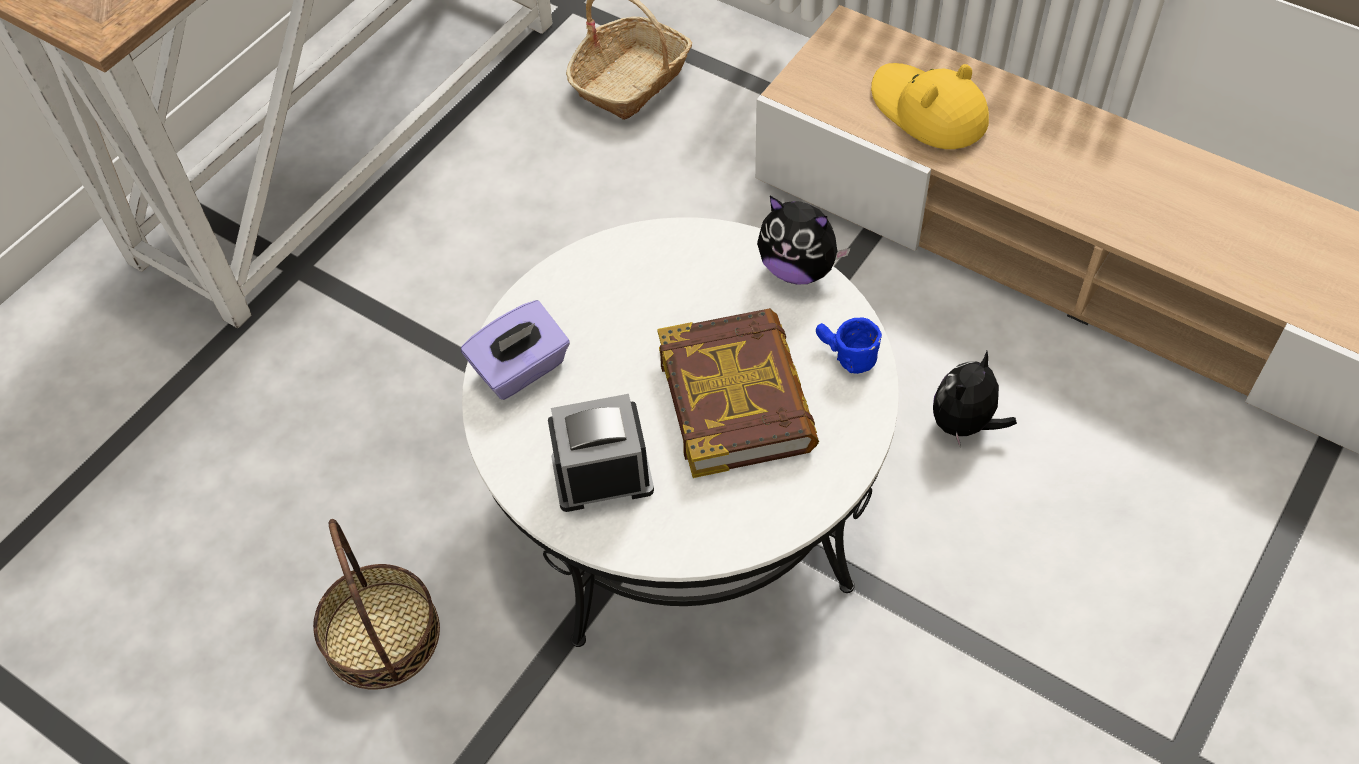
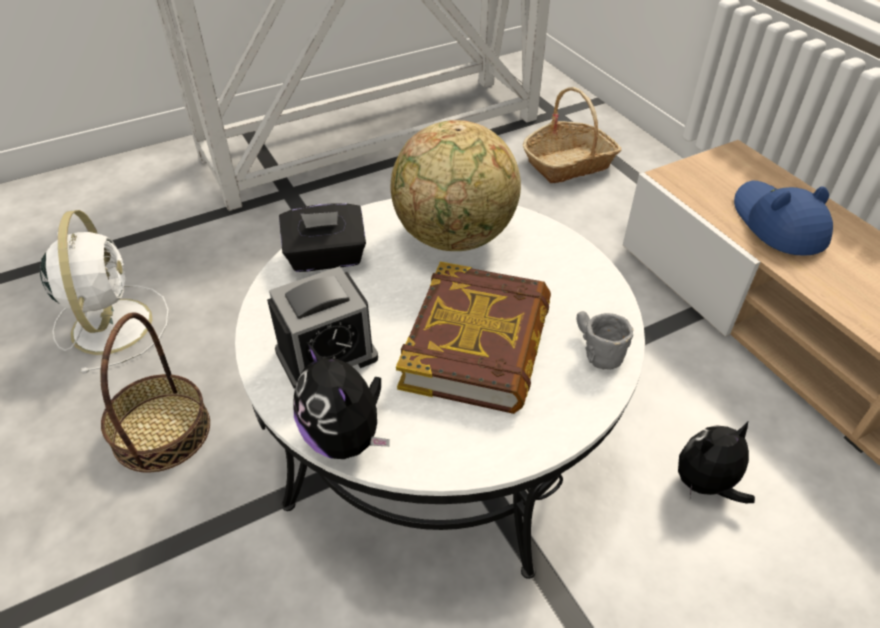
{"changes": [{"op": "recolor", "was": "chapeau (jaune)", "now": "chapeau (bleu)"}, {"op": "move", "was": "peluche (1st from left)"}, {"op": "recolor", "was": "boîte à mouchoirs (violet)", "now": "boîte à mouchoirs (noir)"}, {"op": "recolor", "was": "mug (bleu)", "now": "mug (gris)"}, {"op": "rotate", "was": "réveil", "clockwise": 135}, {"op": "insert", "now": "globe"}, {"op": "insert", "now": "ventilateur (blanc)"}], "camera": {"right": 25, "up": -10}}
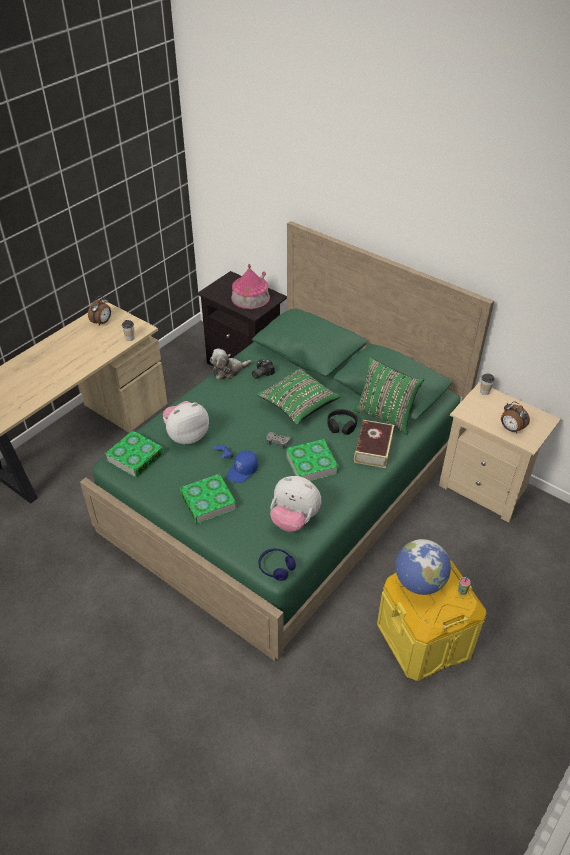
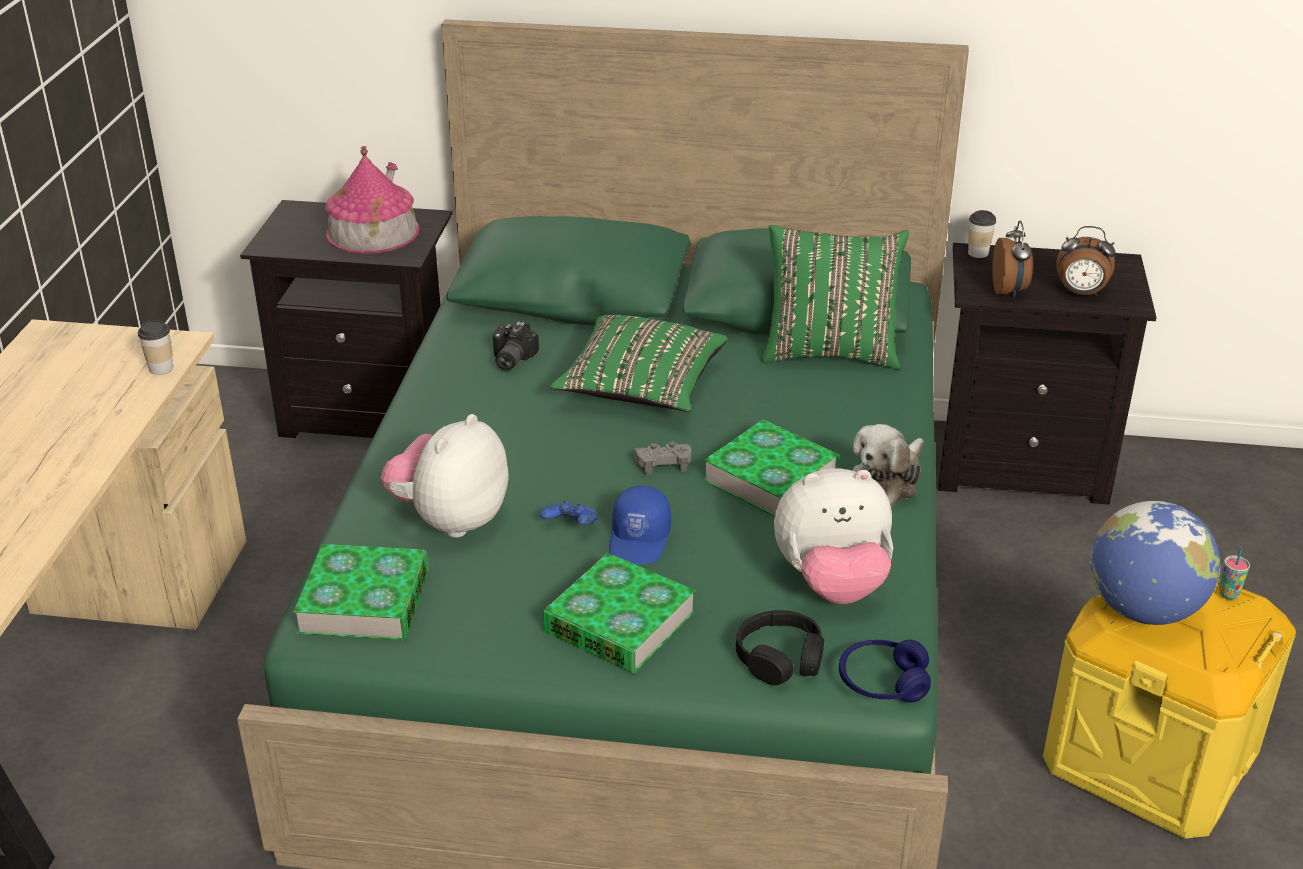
{"changes": [{"op": "move", "was": "réveil (1st from left)"}, {"op": "move", "was": "peluche (2nd from left in the first image)", "now": "peluche (3rd from left)"}, {"op": "recolor", "was": "table de chevet (beige)", "now": "table de chevet (noir) (2nd from left)"}, {"op": "move", "was": "casque audio (noir)"}, {"op": "delete", "was": "livre (4th from left)"}], "camera": {"right": -30, "up": -10}}
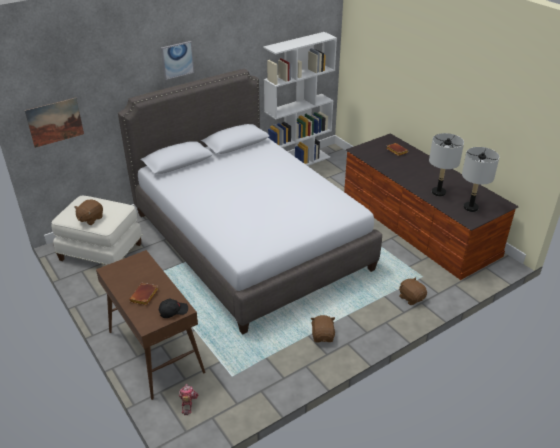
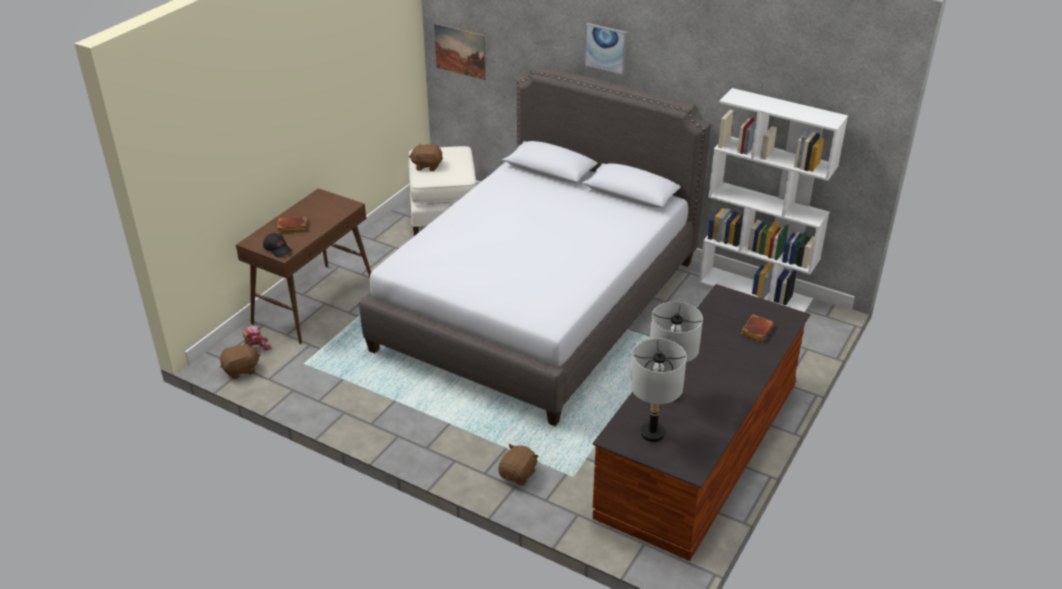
{"changes": [{"op": "move", "was": "peluche (marron) (2nd from left in the first image)", "now": "peluche (marron) (1st from left)"}], "camera": {"right": 65, "up": 0}}
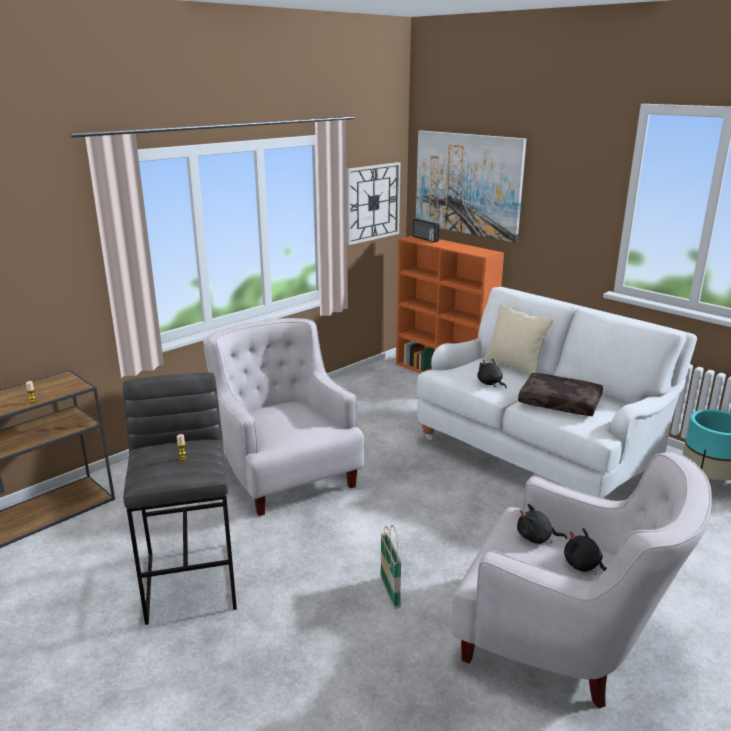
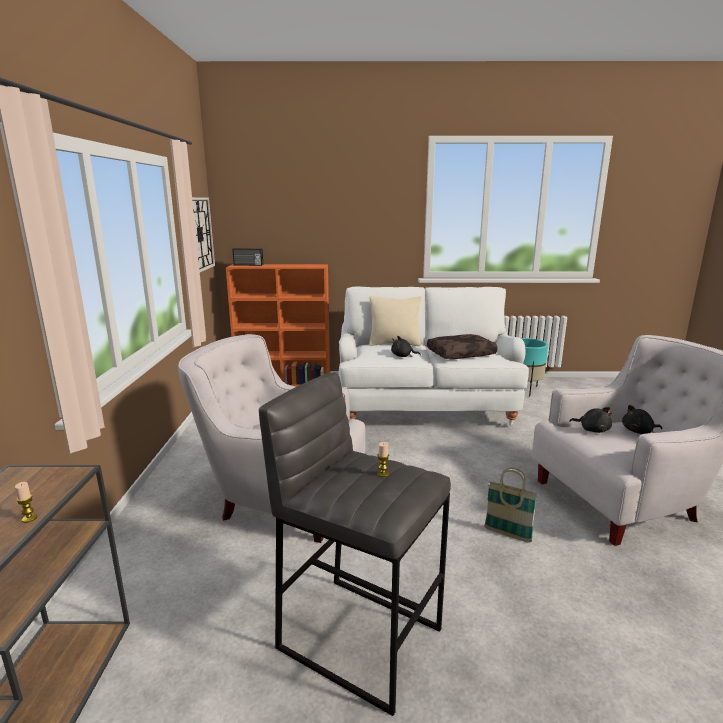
{"changes": [{"op": "delete", "was": "tableau"}, {"op": "rotate", "was": "peluche (noir) (2nd from left)", "clockwise": -105}], "camera": {"right": -45, "up": -5}}
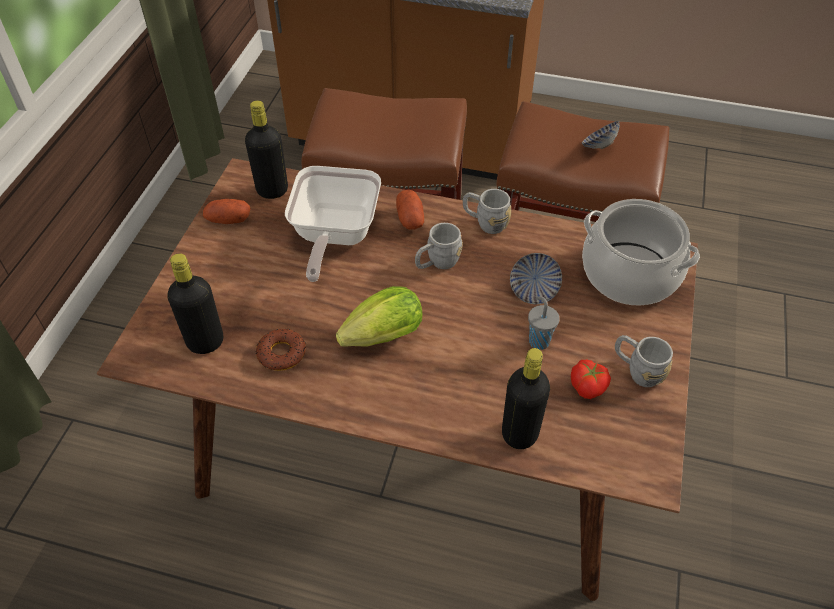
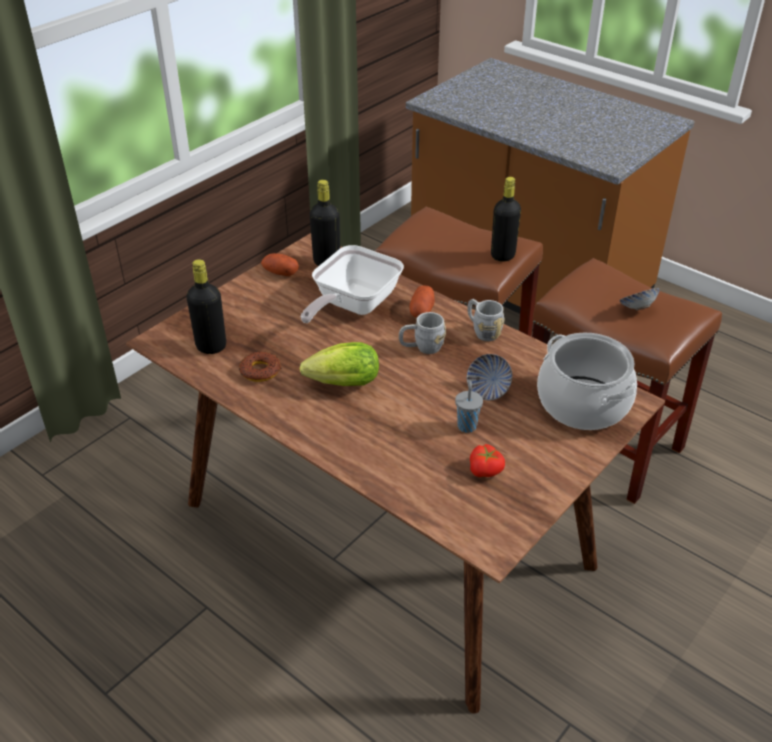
{"changes": [{"op": "delete", "was": "mug (gris) (3rd from left)"}, {"op": "move", "was": "bouteille (noir) (3rd from left)"}], "camera": {"right": 25, "up": -10}}
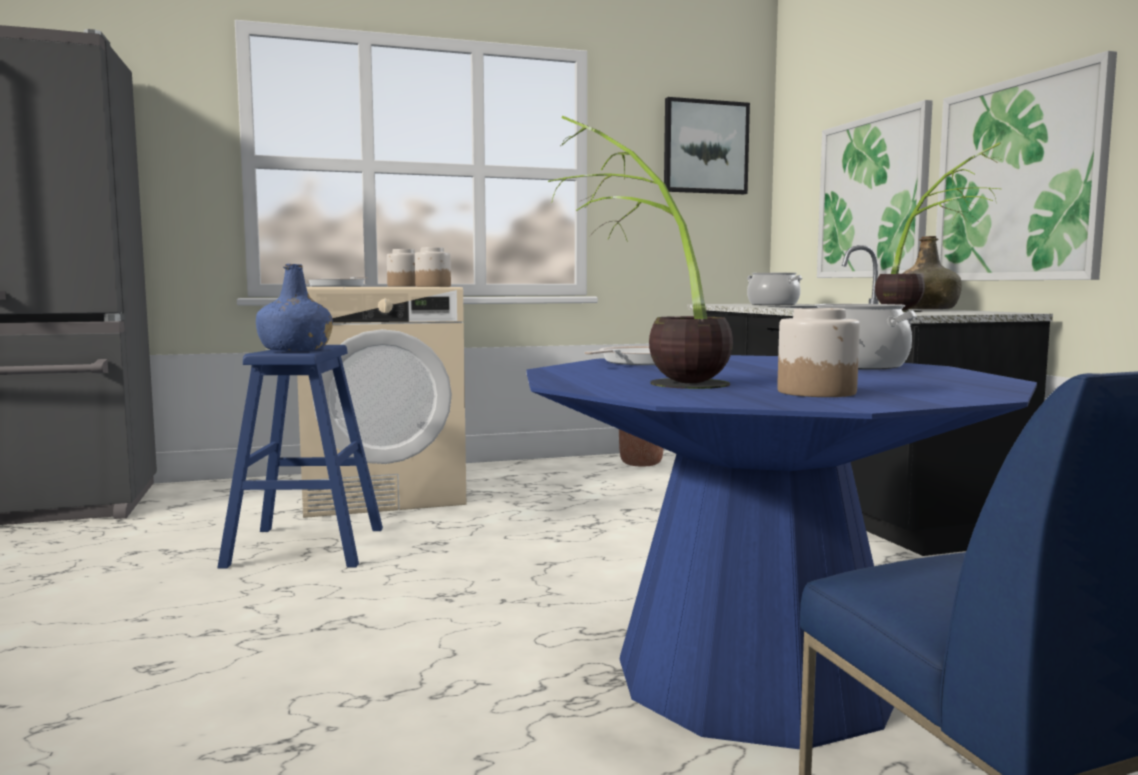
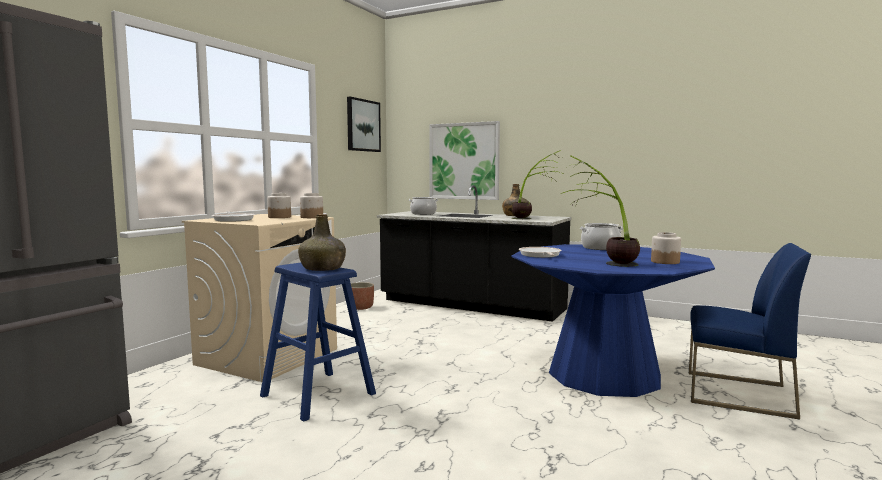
{"changes": [{"op": "delete", "was": "tableau (3rd from left)"}, {"op": "recolor", "was": "bouteille (bleu)", "now": "bouteille (vert) (1st from left)"}], "camera": {"right": -45, "up": 0}}
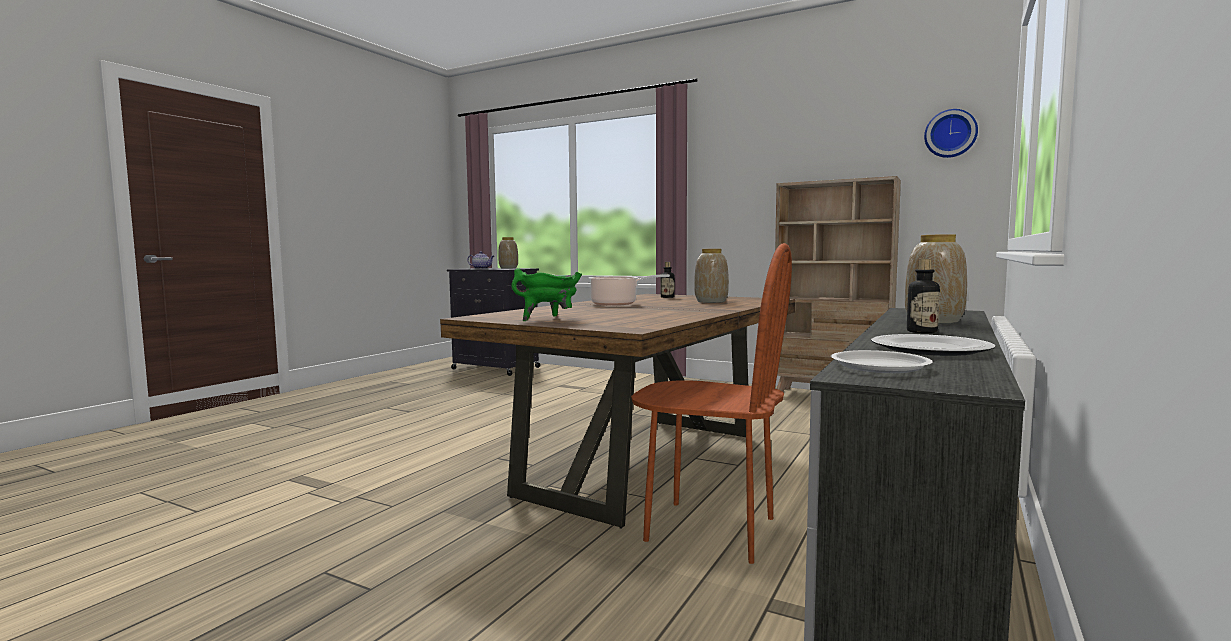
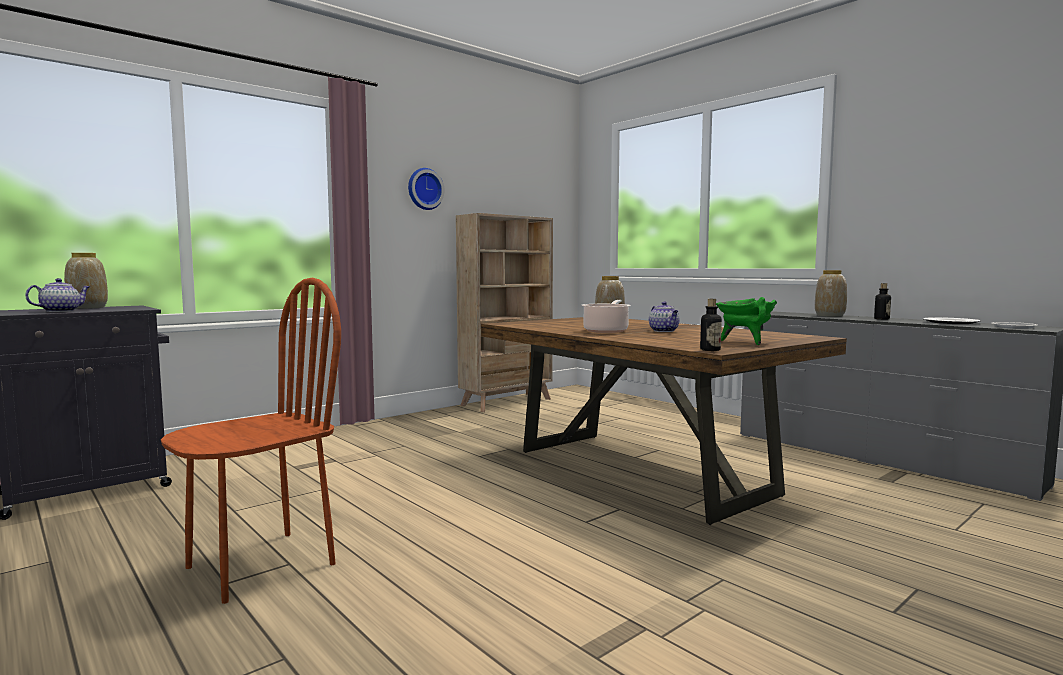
{"changes": [{"op": "move", "was": "horloge murale"}, {"op": "move", "was": "chaise (marron)"}, {"op": "move", "was": "bouteille (1st from left)"}, {"op": "insert", "now": "théière (2nd from left)"}], "camera": {"right": -70, "up": 0}}
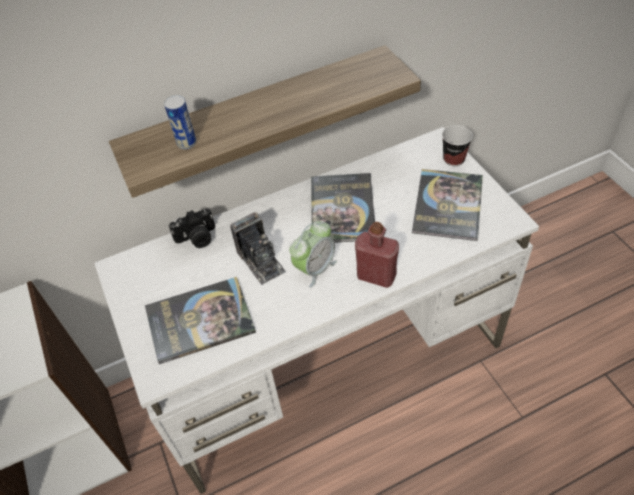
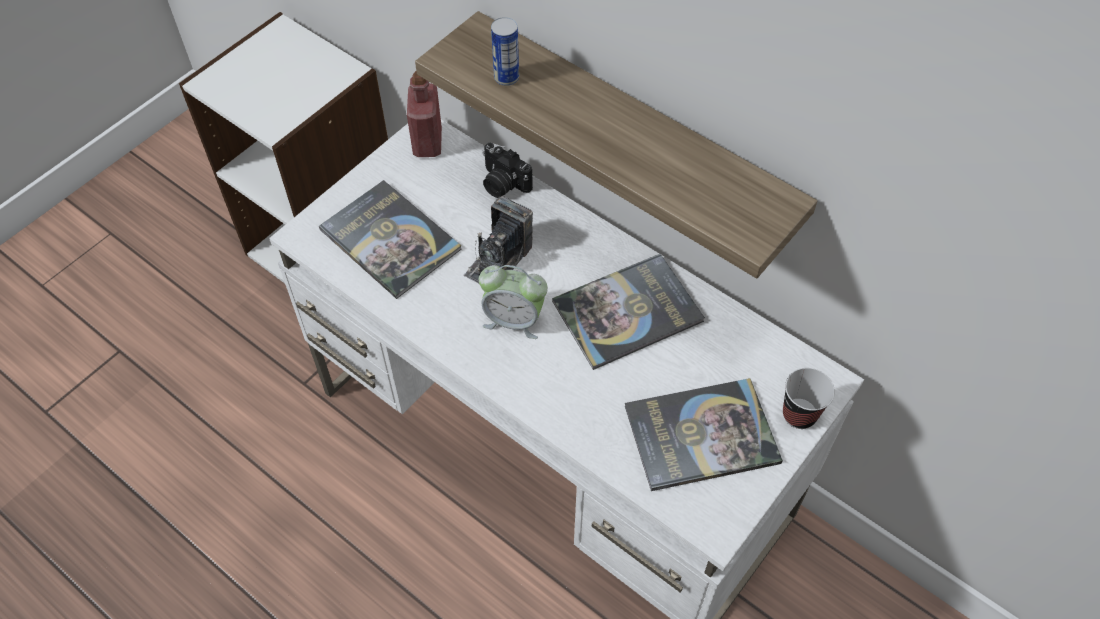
{"changes": [{"op": "move", "was": "bouteille (rouge)"}], "camera": {"right": 60, "up": 5}}
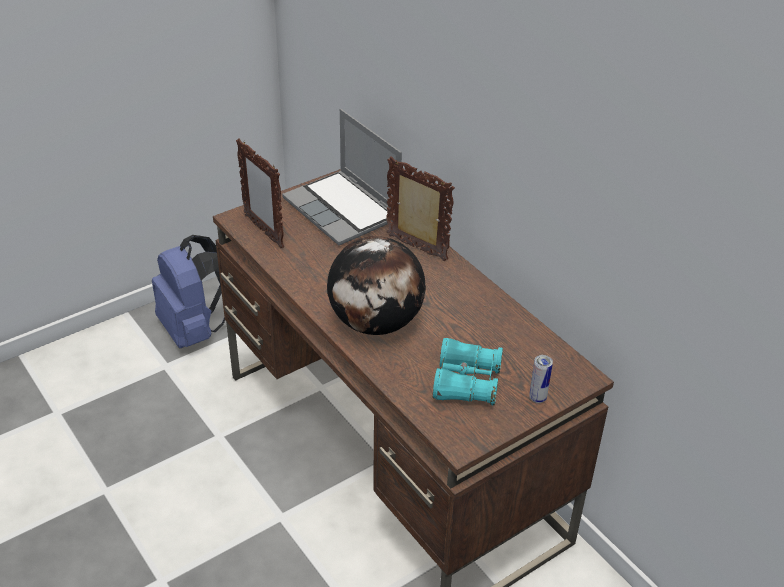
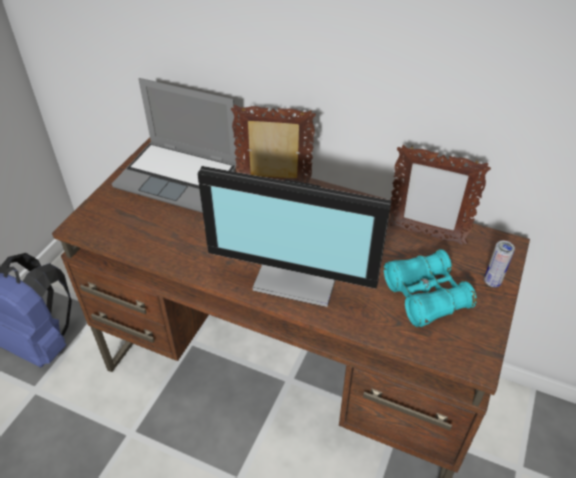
{"changes": [{"op": "move", "was": "cadre photo (1st from left in the first image)", "now": "cadre photo (2nd from left)"}, {"op": "replace", "was": "globe", "now": "écran d'ordinateur"}], "camera": {"right": -30, "up": 5}}
